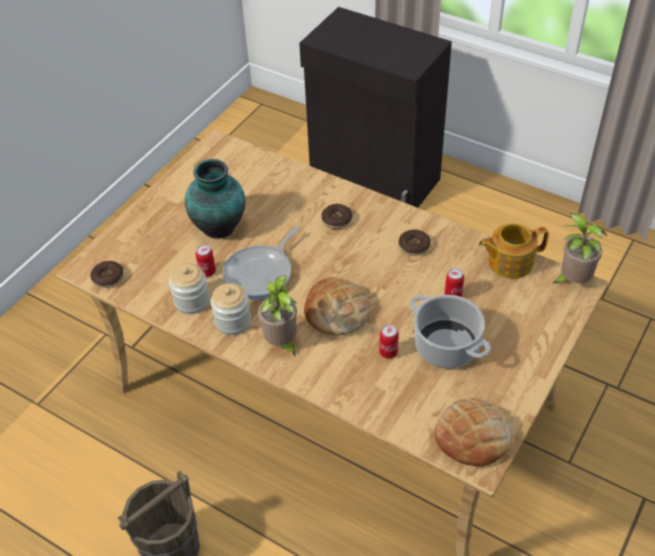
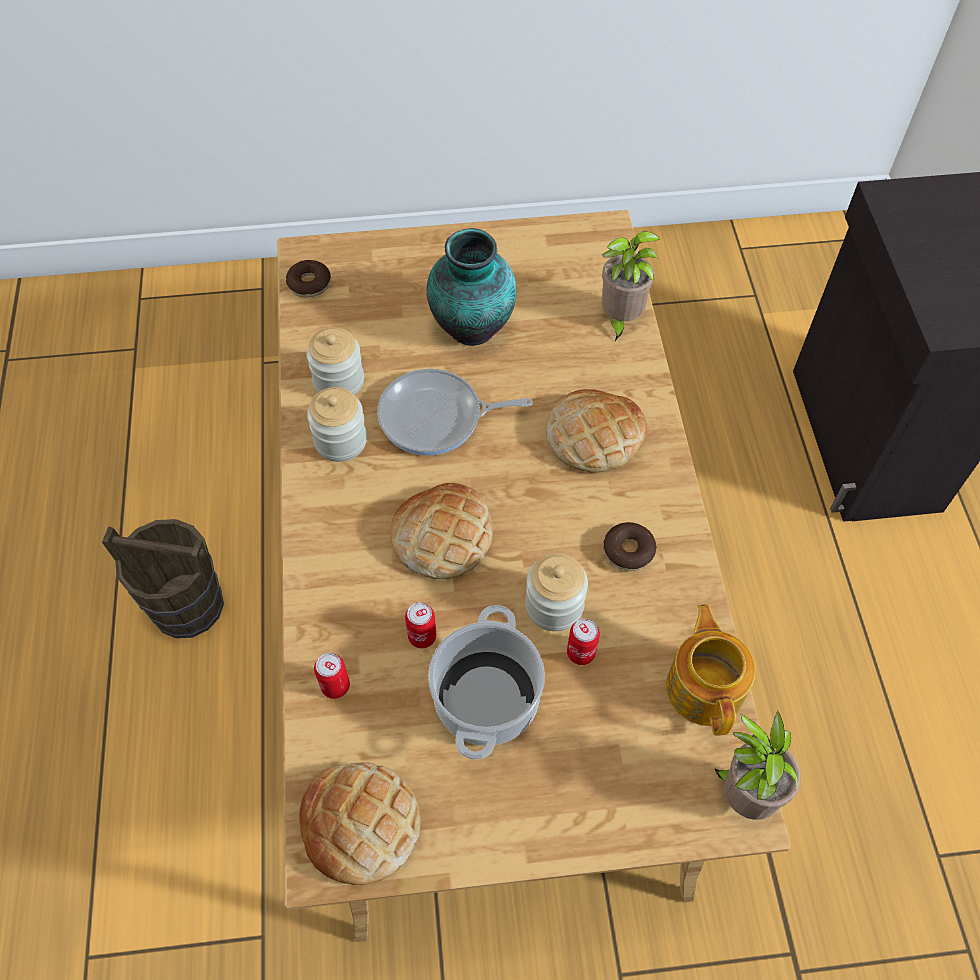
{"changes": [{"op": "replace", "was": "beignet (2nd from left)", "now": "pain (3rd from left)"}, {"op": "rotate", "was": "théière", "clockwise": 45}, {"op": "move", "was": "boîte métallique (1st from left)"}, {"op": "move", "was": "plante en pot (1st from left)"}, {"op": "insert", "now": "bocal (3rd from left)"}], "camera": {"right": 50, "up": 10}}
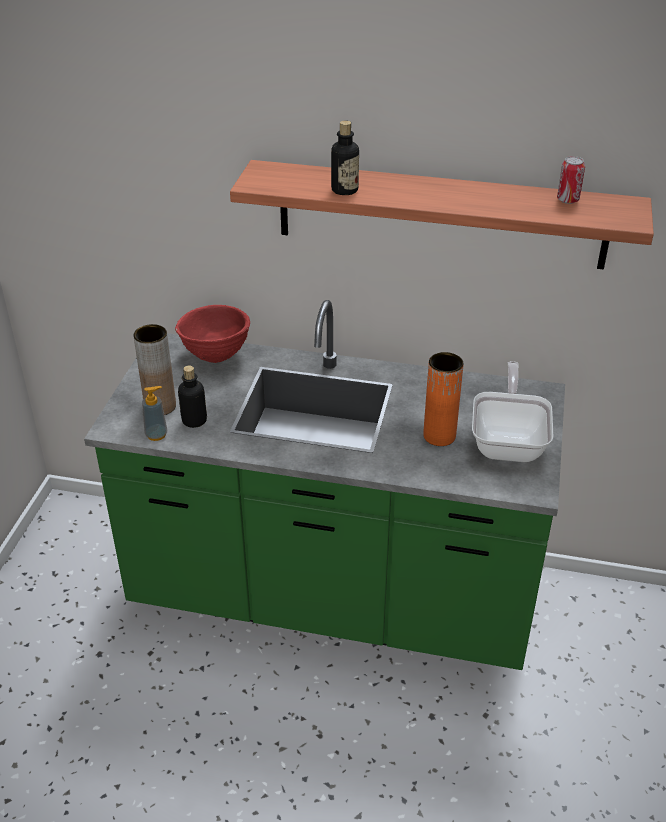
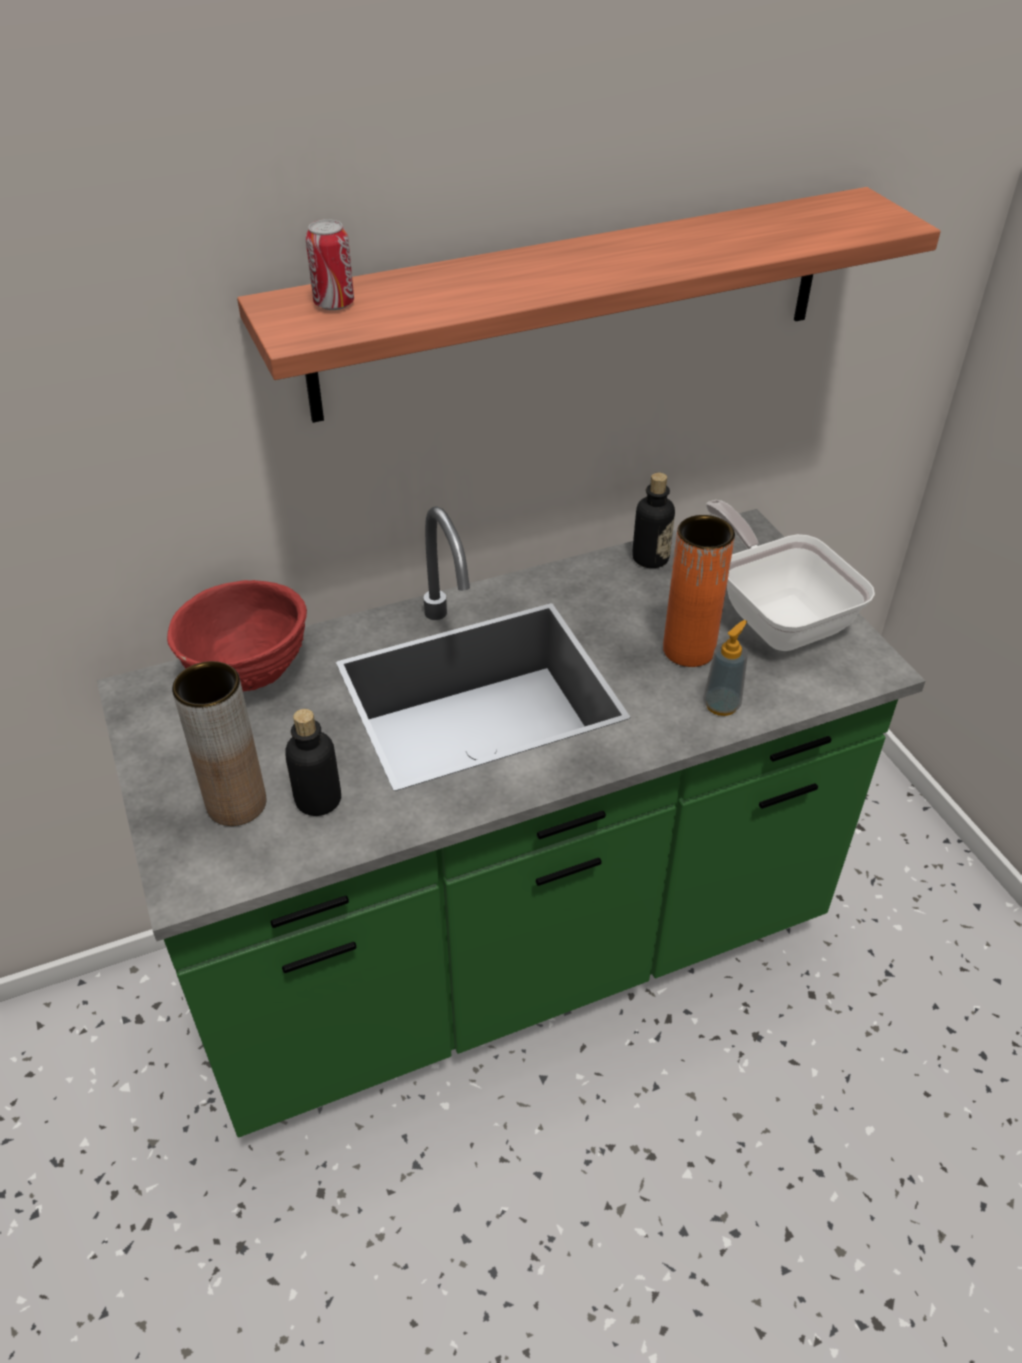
{"changes": [{"op": "move", "was": "bouteille (2nd from left)"}, {"op": "move", "was": "boîte métallique"}, {"op": "move", "was": "distributeur de savon"}], "camera": {"right": -35, "up": 5}}
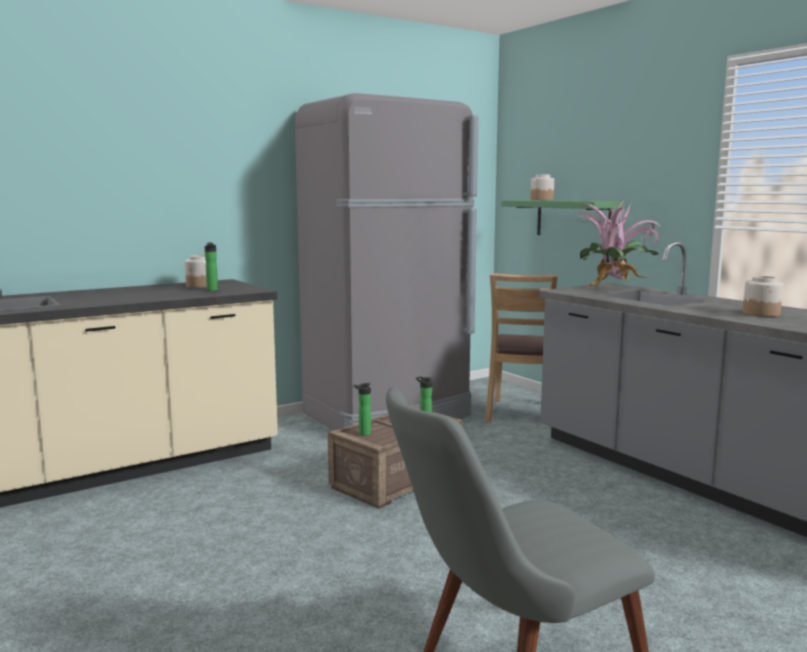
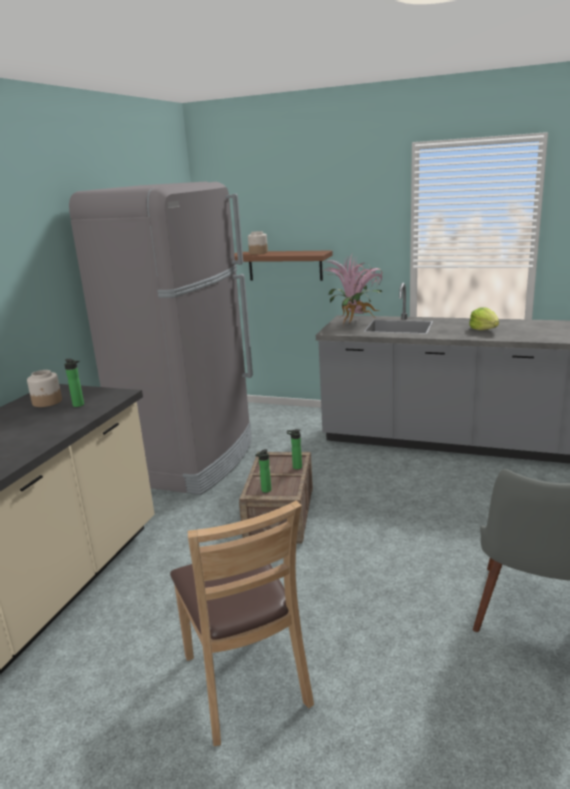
{"changes": [{"op": "recolor", "was": "étagère (vert)", "now": "étagère (marron)"}, {"op": "move", "was": "chaise (marron)"}, {"op": "replace", "was": "bocal (3rd from left)", "now": "laitue"}], "camera": {"right": -35, "up": 10}}
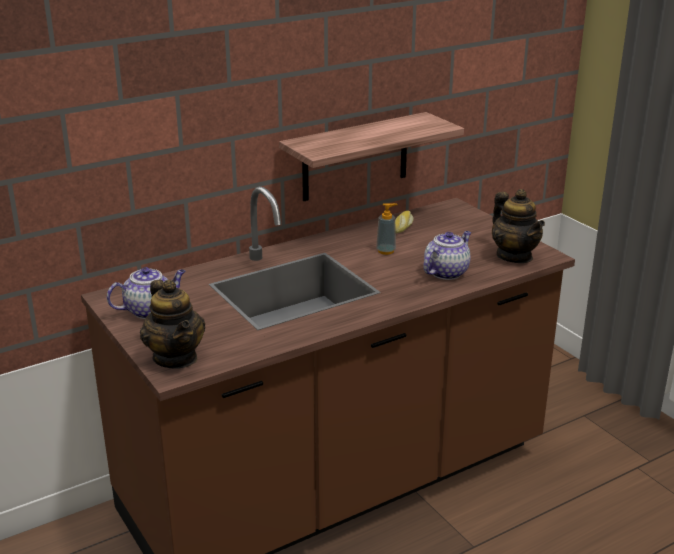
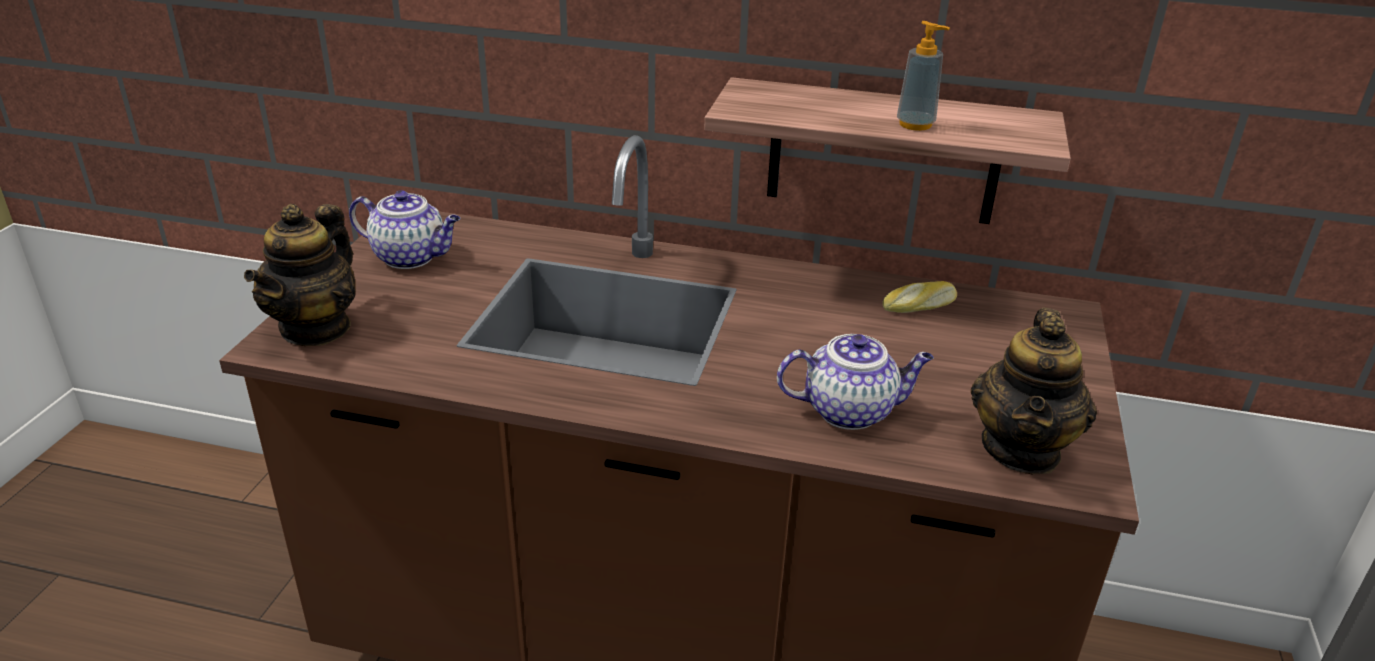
{"changes": [{"op": "move", "was": "distributeur de savon"}], "camera": {"right": 45, "up": 5}}
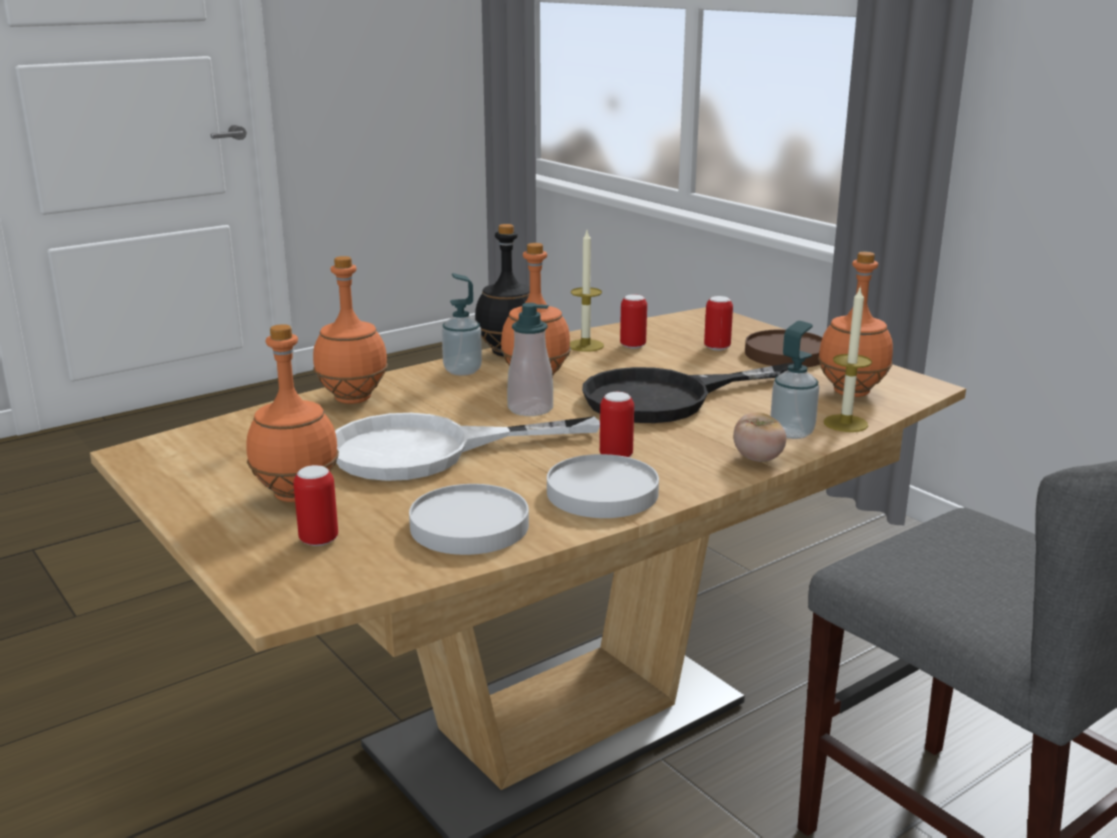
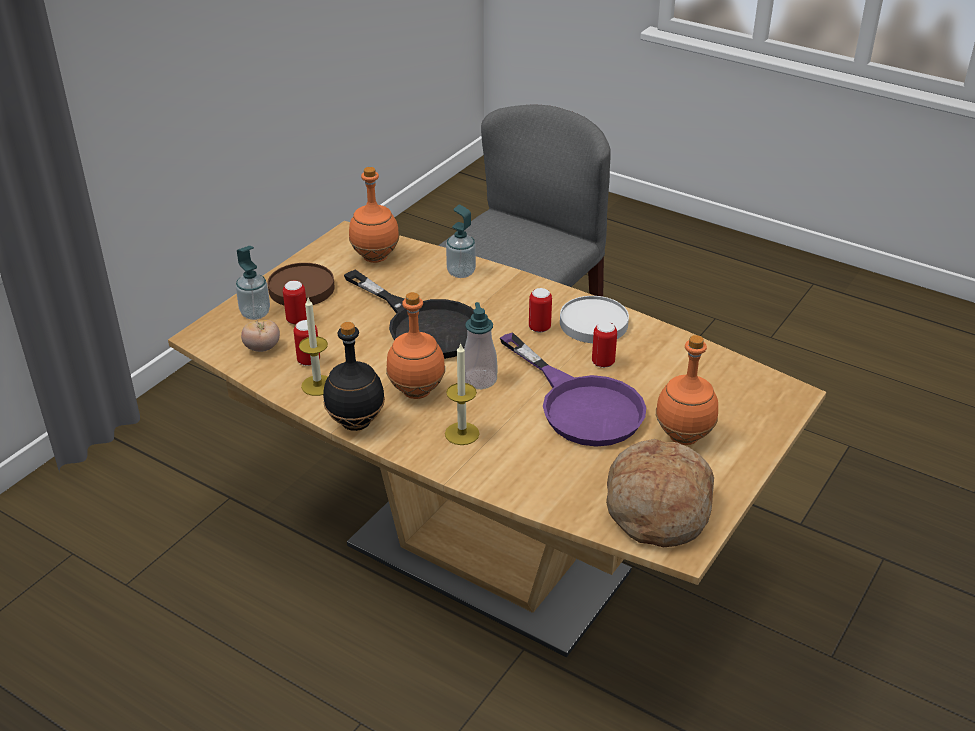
{"changes": [{"op": "delete", "was": "bouteille (orange) (2nd from left)"}, {"op": "move", "was": "distributeur de savon (1st from left)"}, {"op": "move", "was": "bougie (2nd from left)"}, {"op": "move", "was": "tomate"}, {"op": "recolor", "was": "poêle (blanc)", "now": "poêle (violet)"}, {"op": "move", "was": "boîte métallique (1st from left in the first image)", "now": "boîte métallique (4th from left)"}, {"op": "delete", "was": "assiette (blanc) (1st from left)"}, {"op": "insert", "now": "pain"}], "camera": {"right": -110, "up": 15}}
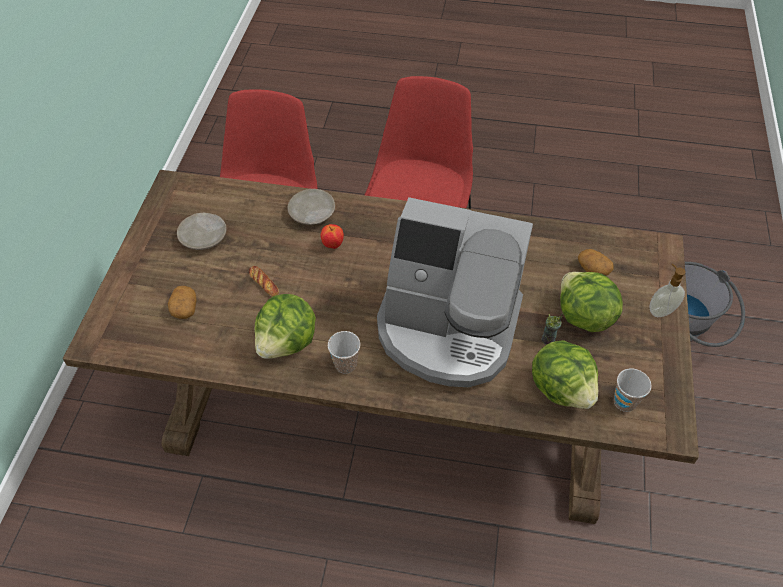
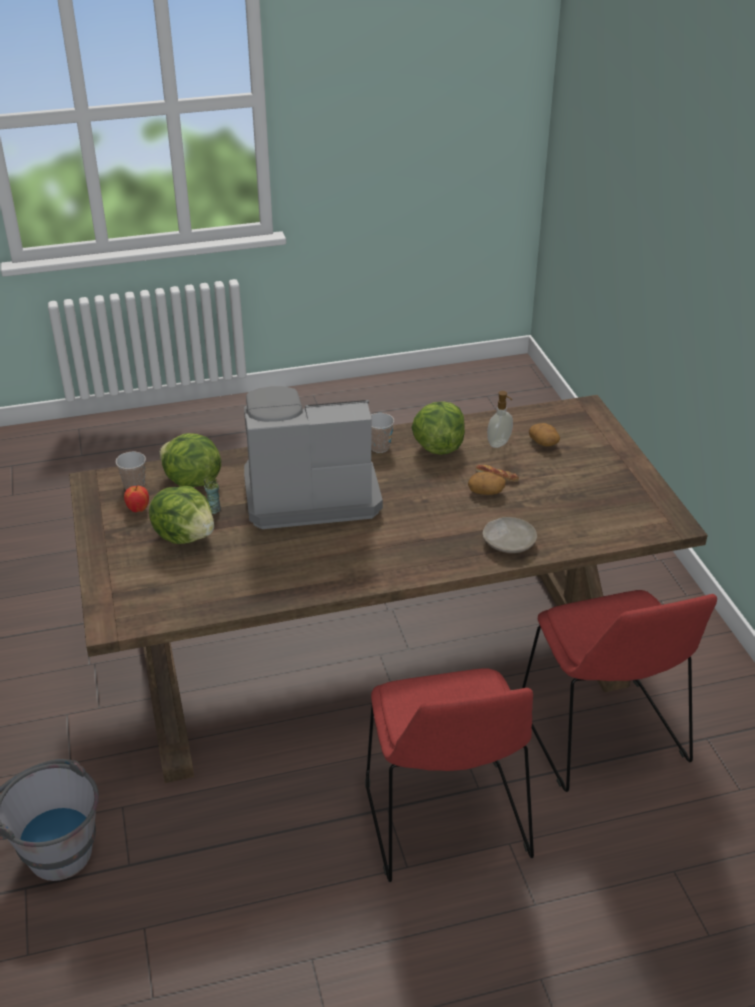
{"changes": [{"op": "delete", "was": "assiette (beige) (1st from left)"}, {"op": "move", "was": "pomme"}, {"op": "move", "was": "pomme de terre (2nd from left in the first image)", "now": "pomme de terre (1st from left)"}, {"op": "move", "was": "distributeur de savon"}], "camera": {"right": 155, "up": -15}}
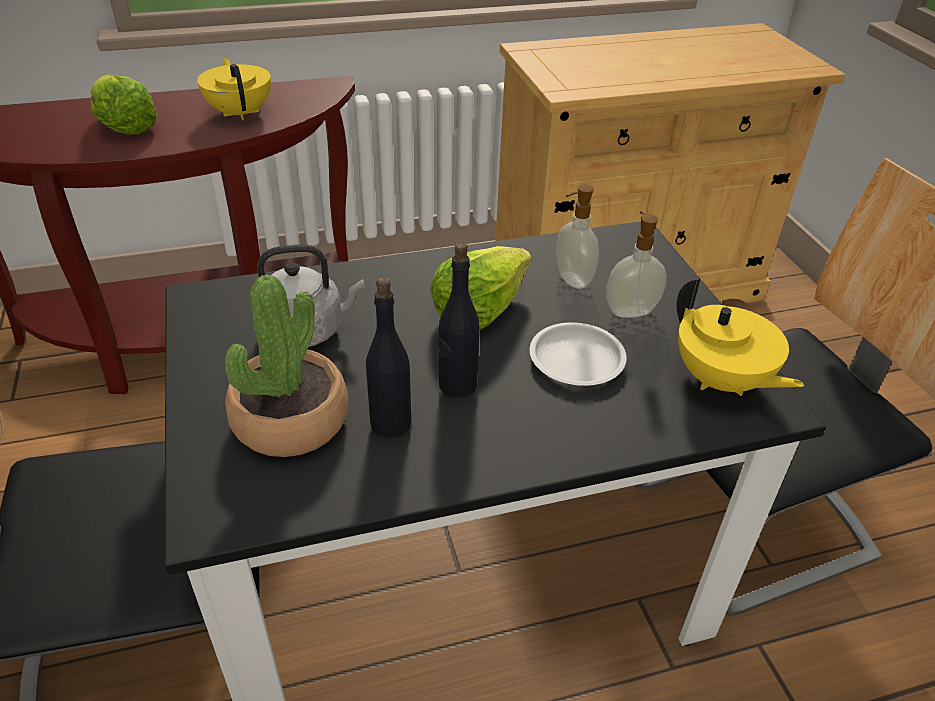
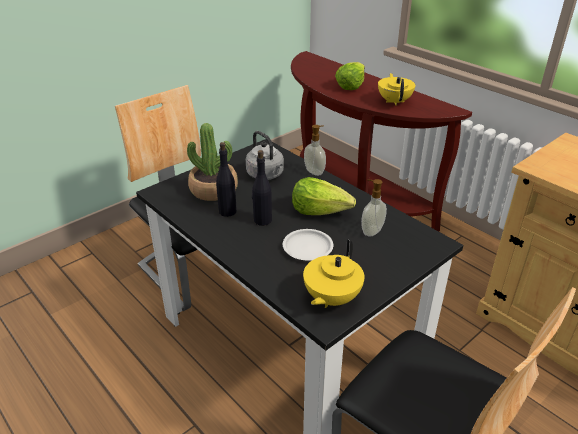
{"changes": [{"op": "rotate", "was": "théière (jaune) (1st from left in the first image)", "clockwise": -45}, {"op": "move", "was": "distributeur de savon (2nd from left in the first image)", "now": "distributeur de savon (1st from left)"}], "camera": {"right": 65, "up": -5}}
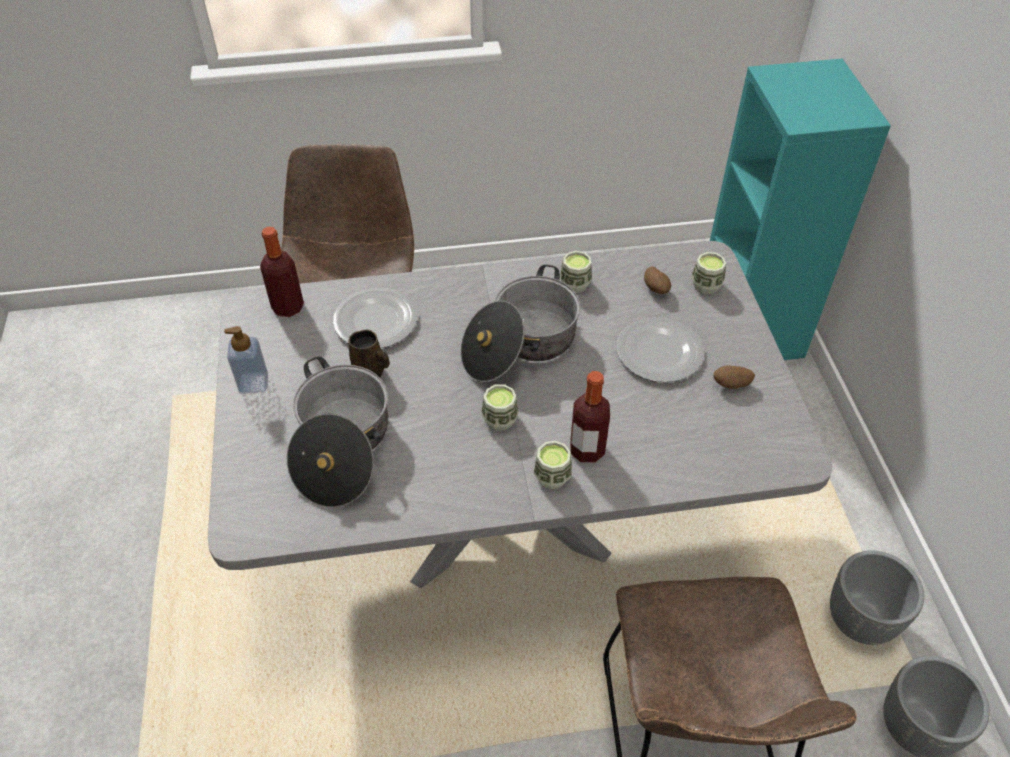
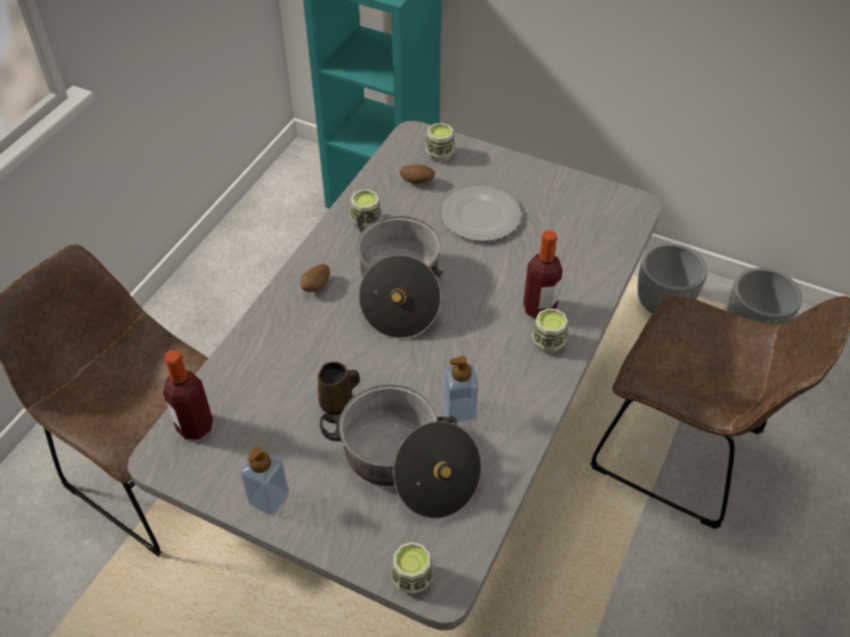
{"changes": [{"op": "delete", "was": "assiette (1st from left)"}, {"op": "move", "was": "pomme de terre (2nd from left in the first image)", "now": "pomme de terre (1st from left)"}, {"op": "move", "was": "tasse (1st from left in the first image)", "now": "tasse (2nd from left)"}, {"op": "insert", "now": "distributeur de savon (2nd from left)"}], "camera": {"right": -55, "up": 0}}
